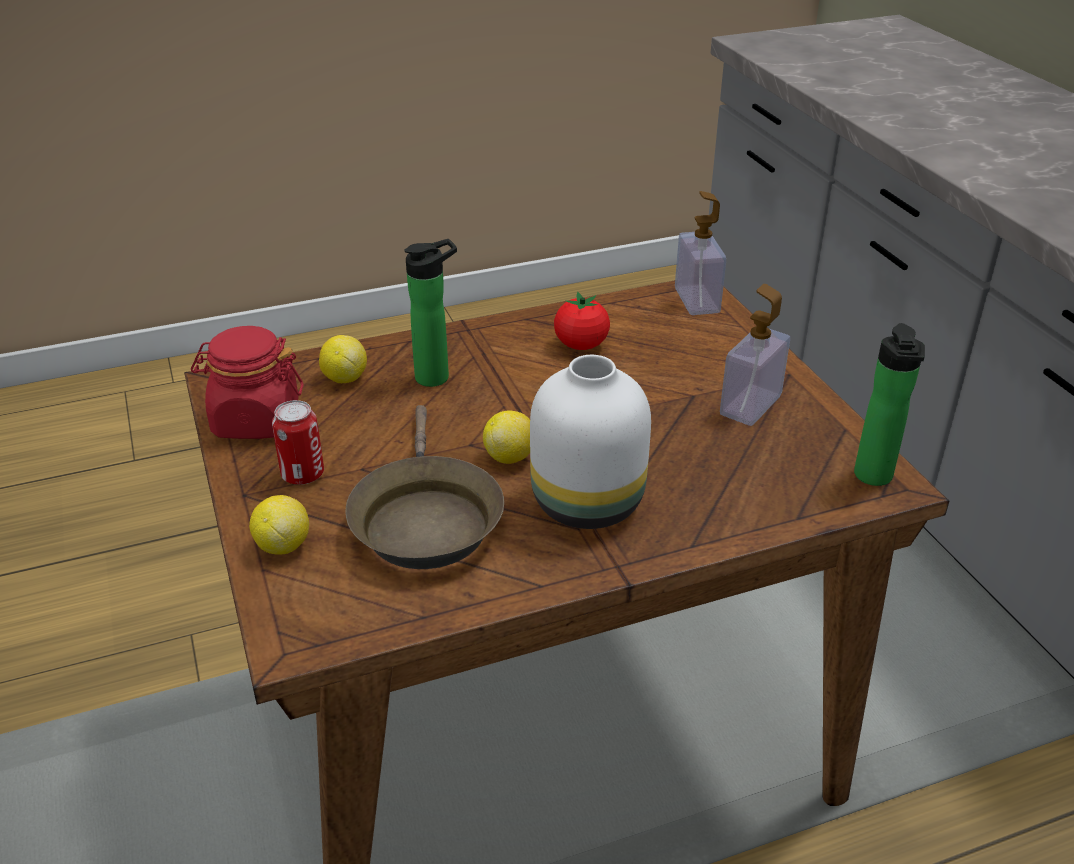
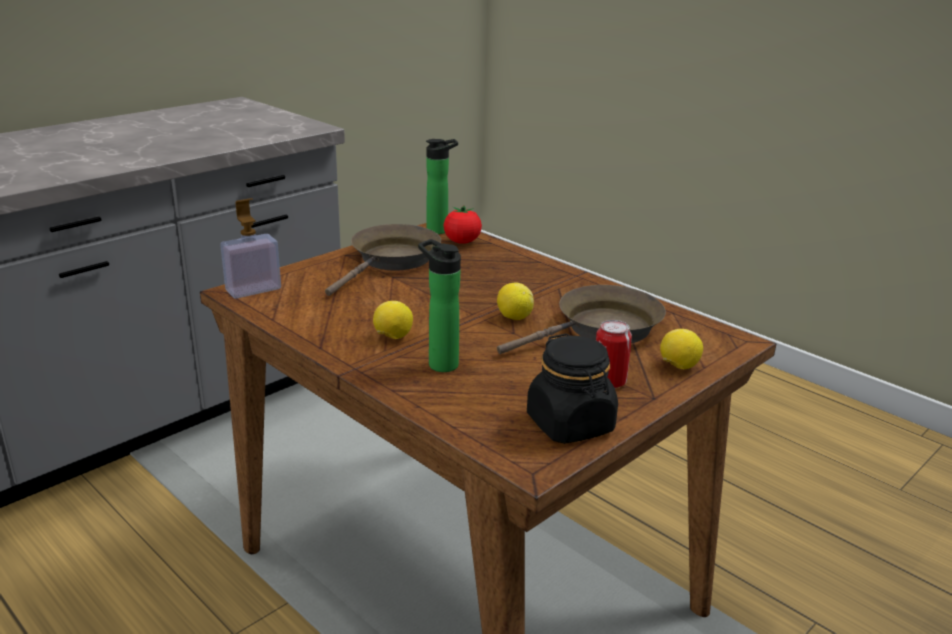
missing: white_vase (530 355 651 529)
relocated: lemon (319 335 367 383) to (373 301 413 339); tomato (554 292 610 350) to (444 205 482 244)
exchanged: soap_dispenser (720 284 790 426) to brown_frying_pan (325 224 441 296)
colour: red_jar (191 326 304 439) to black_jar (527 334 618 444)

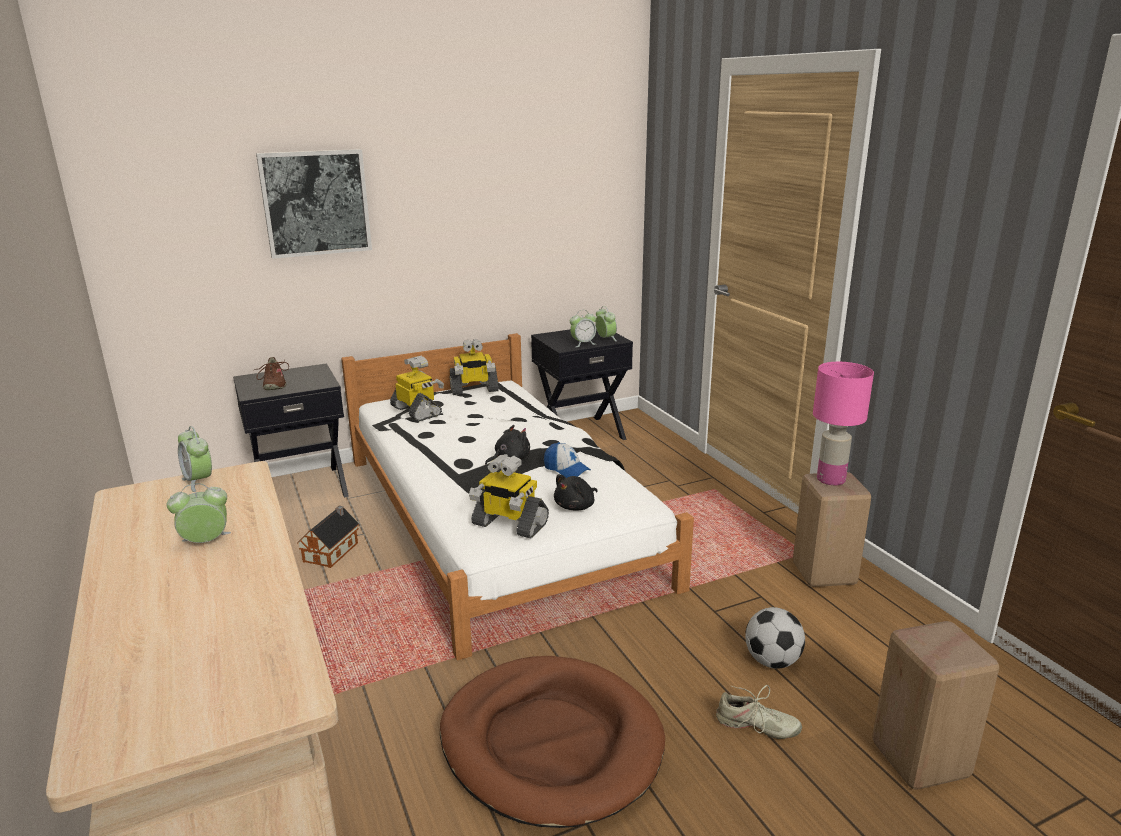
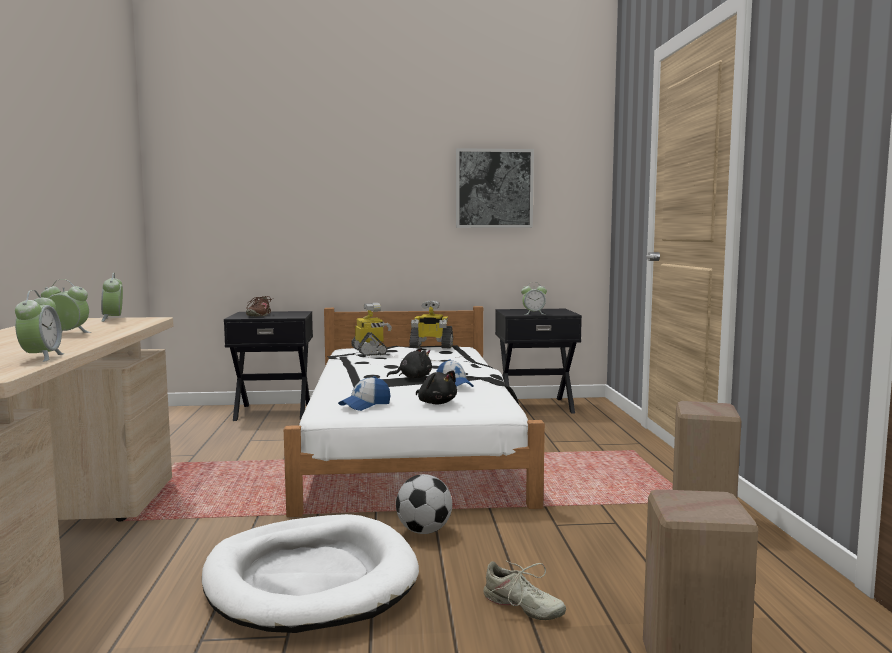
missing: toy_house (298 506 359 568); pink_table_lamp (813 362 874 485)
relocated: alarm_clock (595 306 617 341) to (15 290 65 362); football (745 607 805 669) to (396 474 452 534); picture (256 149 372 259) to (456 148 534 228)
exchanged: toy_robot (469 454 549 538) to cap (338 376 391 411)
colour: brown_dog_bed (440 656 665 828) to white_dog_bed (202 514 419 633)
spun: black_plush_toy (554 474 598 511) = (416 370 457 404) 105 degrees counterclockwise

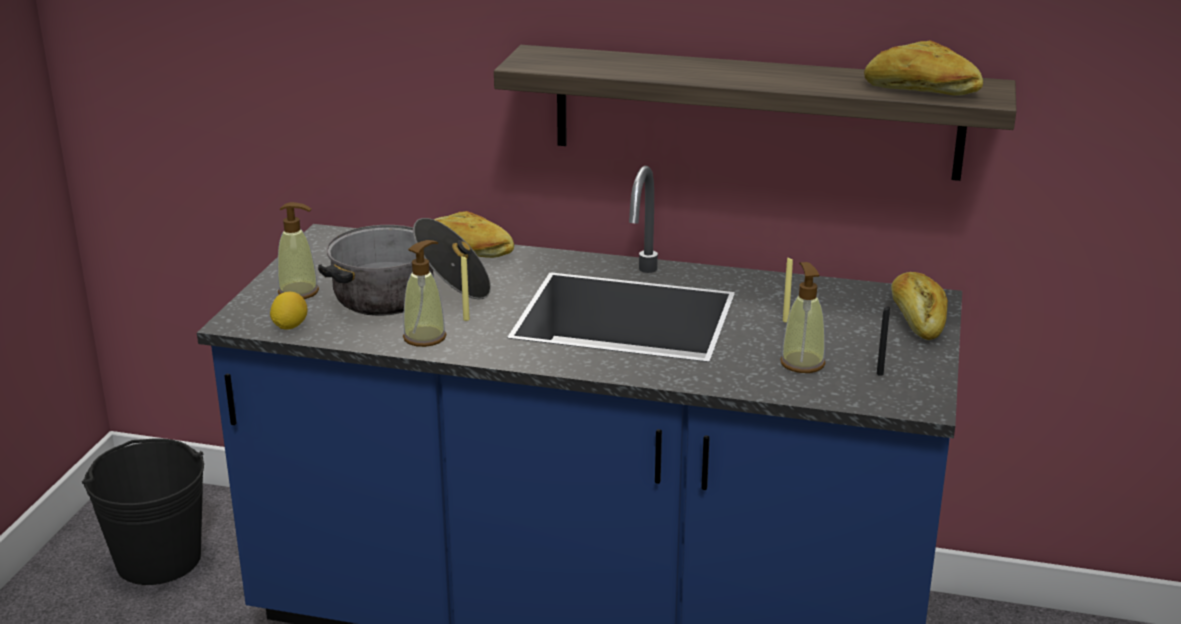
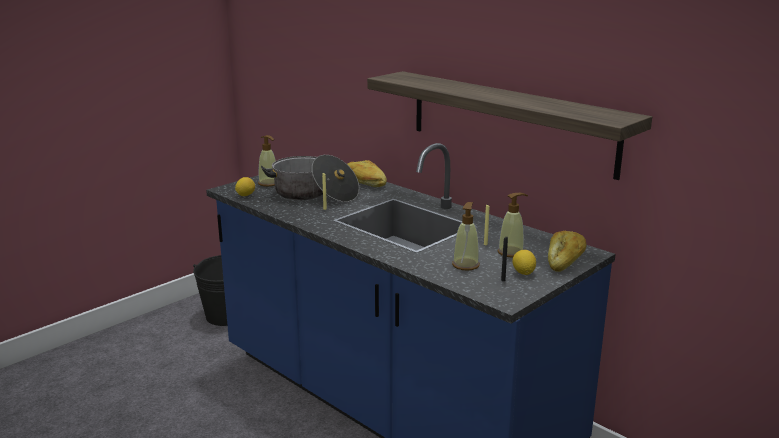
missing: bread (864 40 983 95)
appeared: lemon (512 250 536 275)
relocated: soap_dispenser (403 240 446 347) to (498 193 528 257)

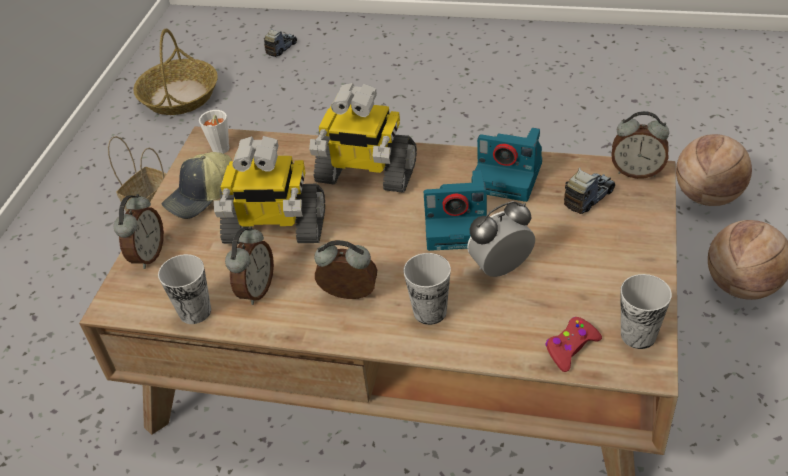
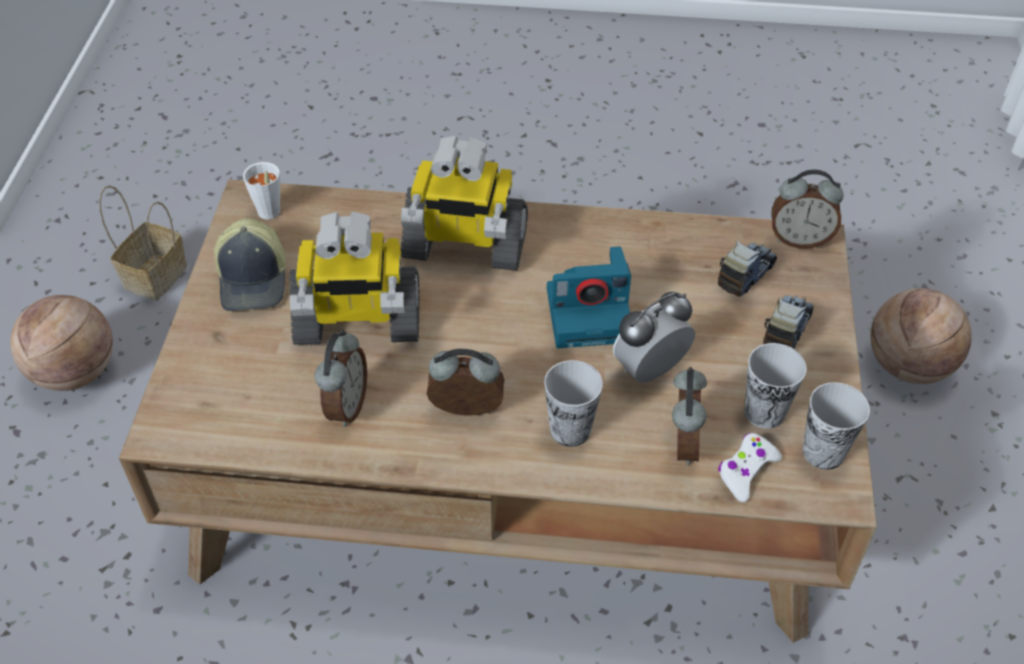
missing: basket (133 29 218 115); photo_camera (471 128 542 202)
relocated: basketball (676 134 752 206) to (10 295 113 391); alarm_clock (114 194 164 269) to (672 367 707 466); cup (158 254 211 324) to (744 343 807 429); toy_truck (264 28 297 57) to (763 295 814 349)
colour: red_game_controller (545 317 602 372) to white_game_controller (718 433 782 502)
spun: cap (162 152 232 219) = (214 218 286 311) 45 degrees counterclockwise

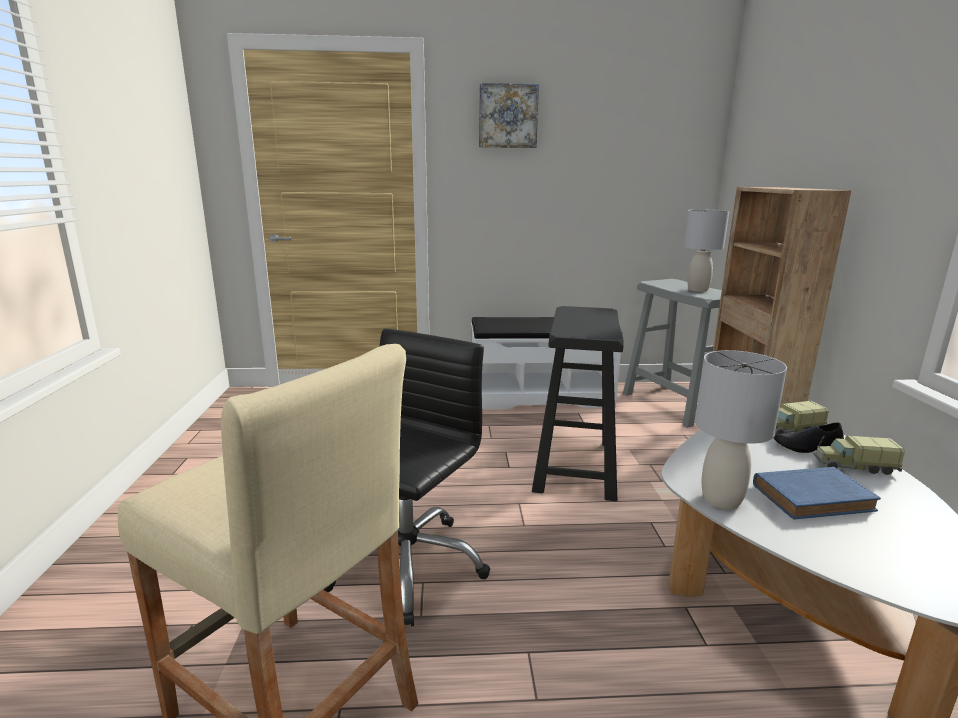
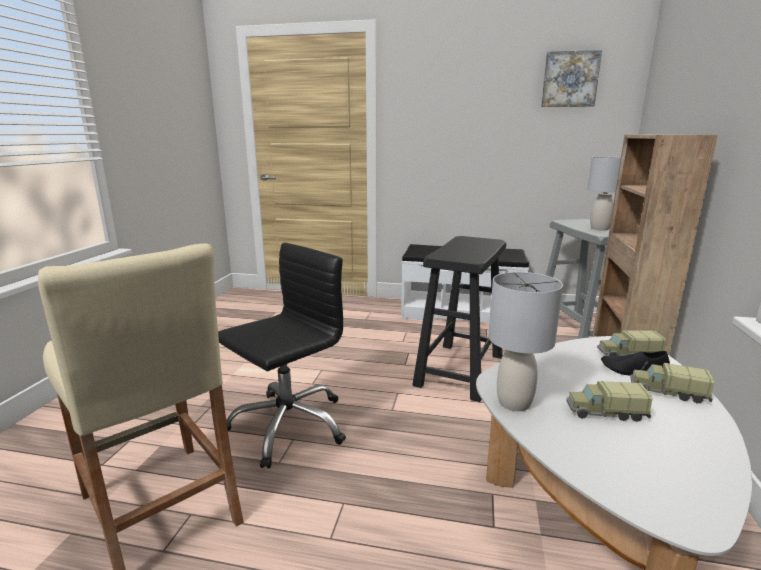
relocated: picture (479 83 539 148) to (541 50 602 107)
exchanged: blue_book (753 467 881 519) to toy_truck (566 381 652 422)

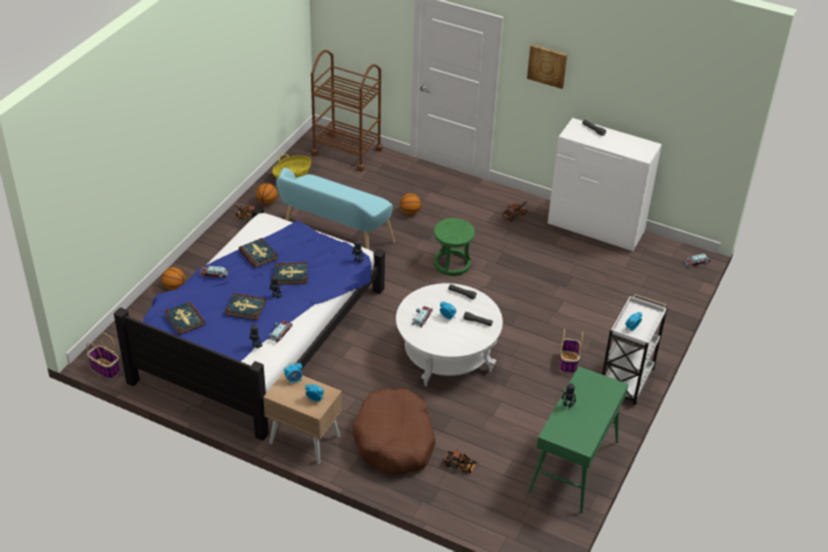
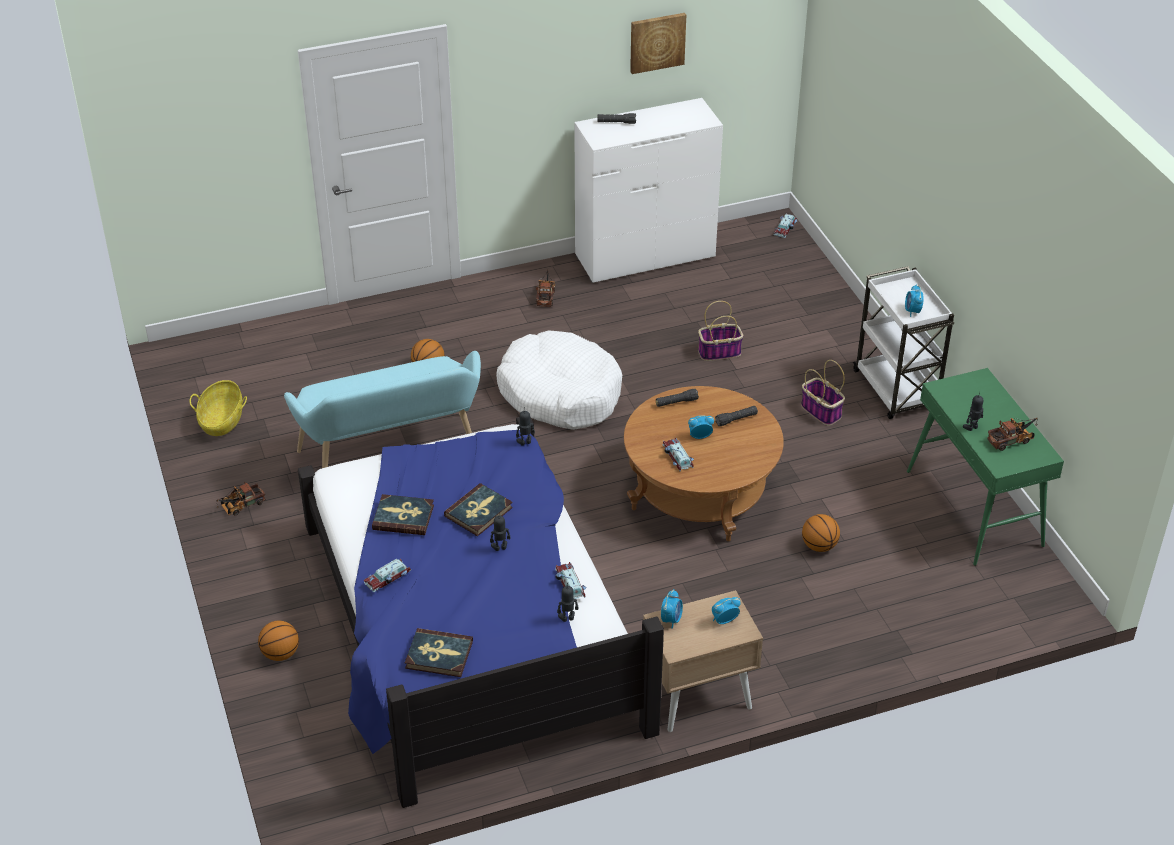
missing: book (225 293 266 320); brown_cart (311 50 383 172); brown_dog_bed (353 388 436 475)
relocated: picture (527 44 567 89) to (630 13 686 74); basket (86 333 120 379) to (698 301 743 361); basketball (256 183 277 205) to (802 514 840 552); toy_truck (443 449 479 474) to (987 418 1038 451)
exchanged: green_stool (434 218 475 276) to white_dog_bed (496 330 622 430)
colour: white_coffee_table (396 283 503 386) to brown_coffee_table (624 386 784 541)

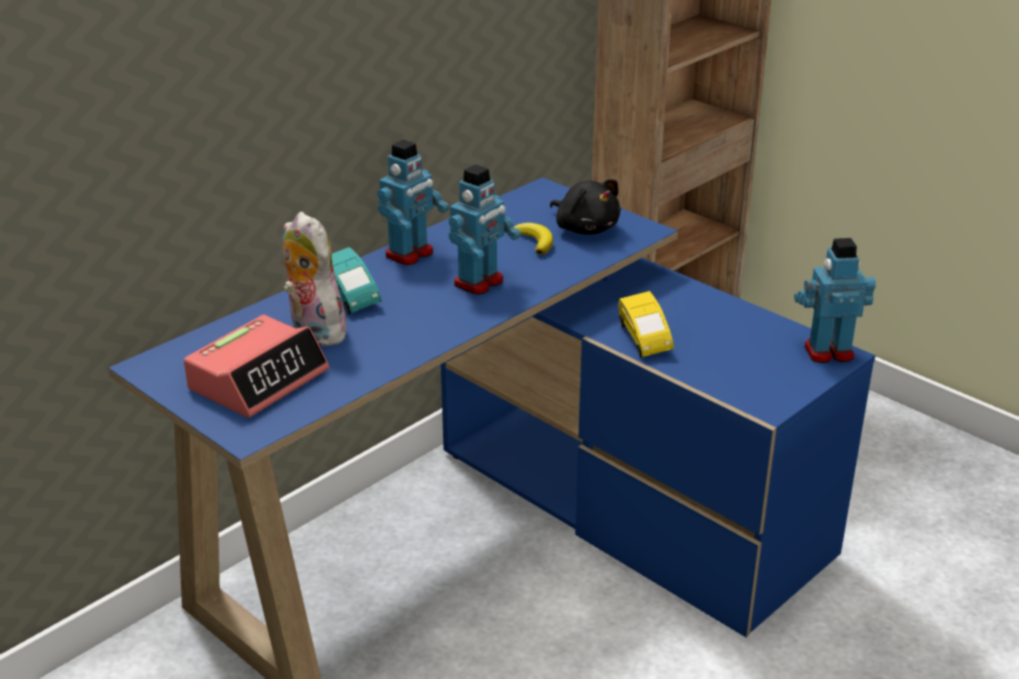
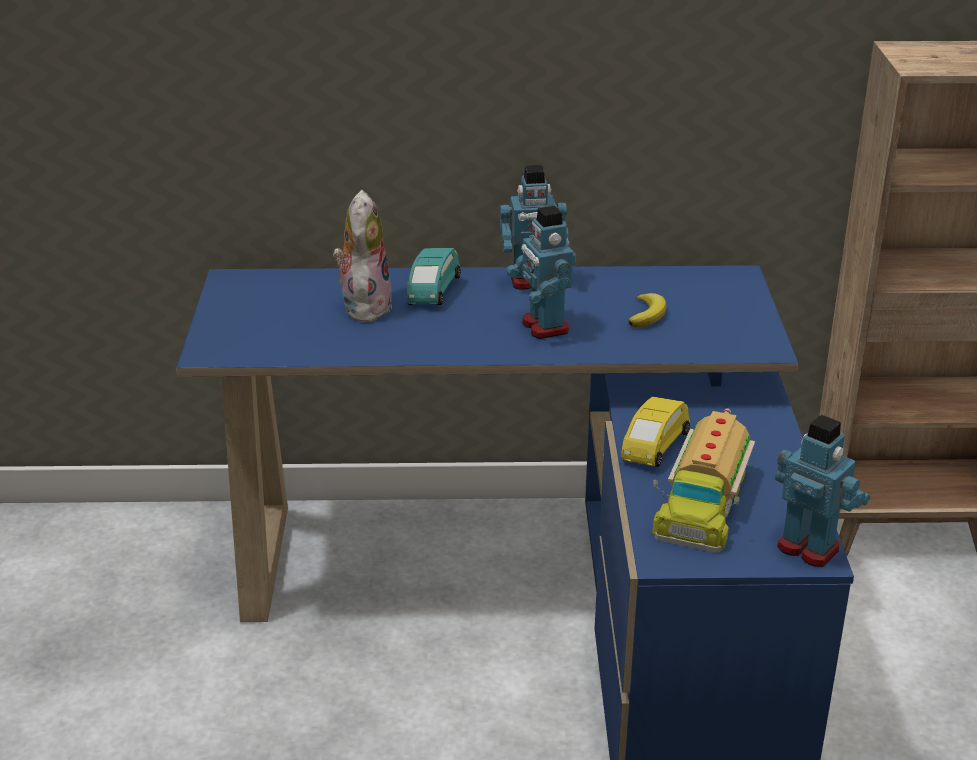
missing: alarm_clock (184 315 329 418); black_plush_toy (550 179 620 235)
appeared: toy_truck (652 408 755 553)
spun: toy_robot (449 164 521 295) = (506 206 576 339) 75 degrees clockwise

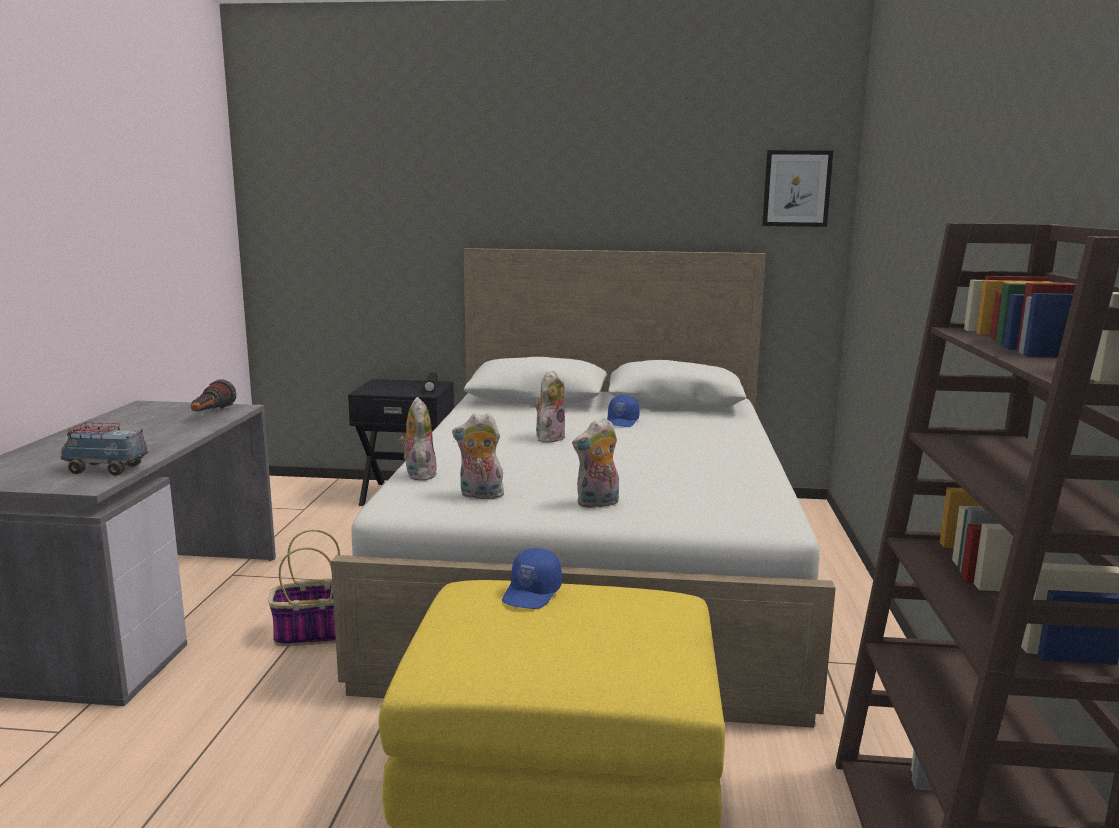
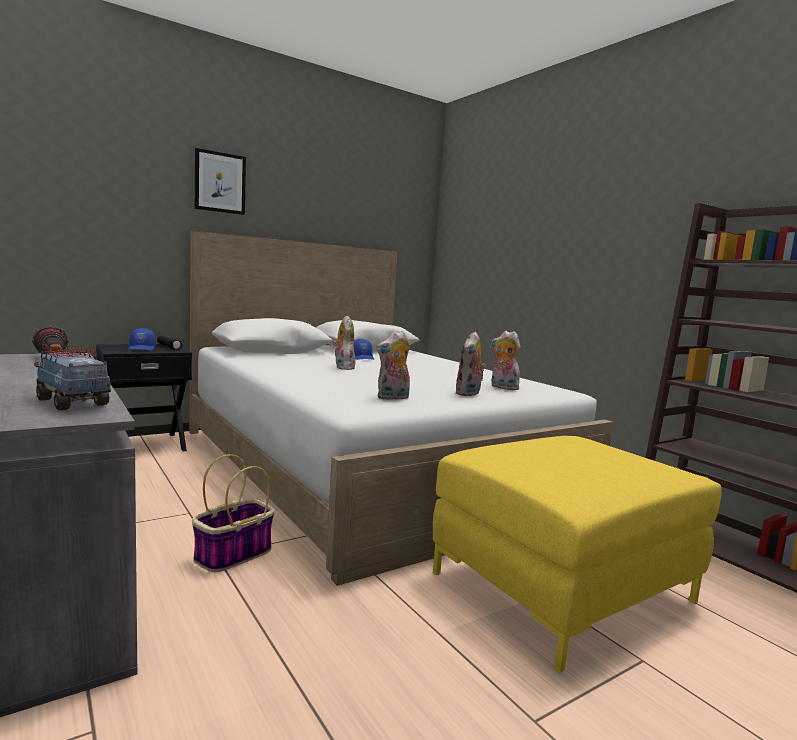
relocated: blue_cap (502 548 562 609) to (129 328 156 350); picture (762 150 833 227) to (195 148 246 215); plush_toy (399 397 437 481) to (491 331 520 390)
spun: toy_truck (60 423 148 476) = (34 346 111 410) 75 degrees clockwise

